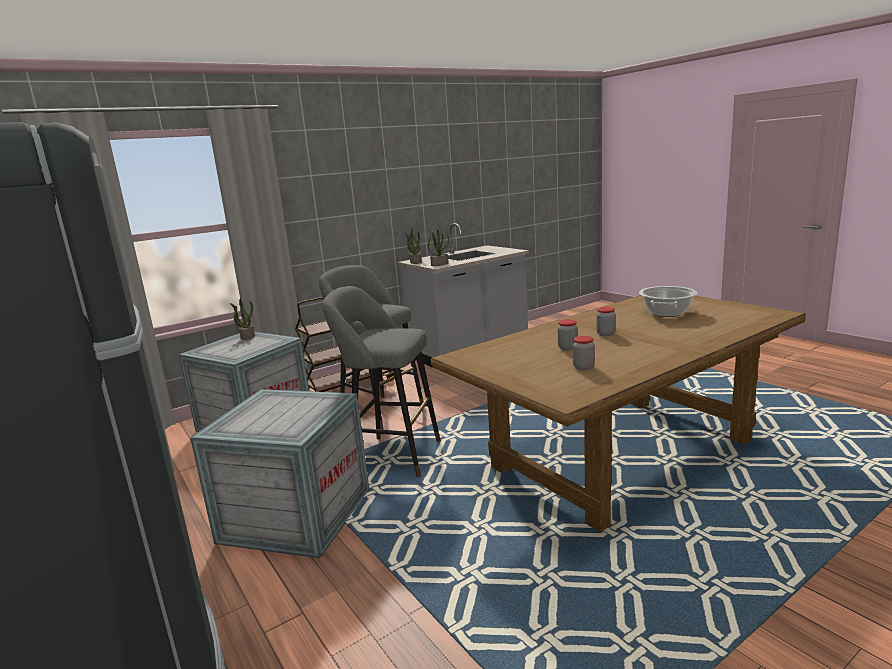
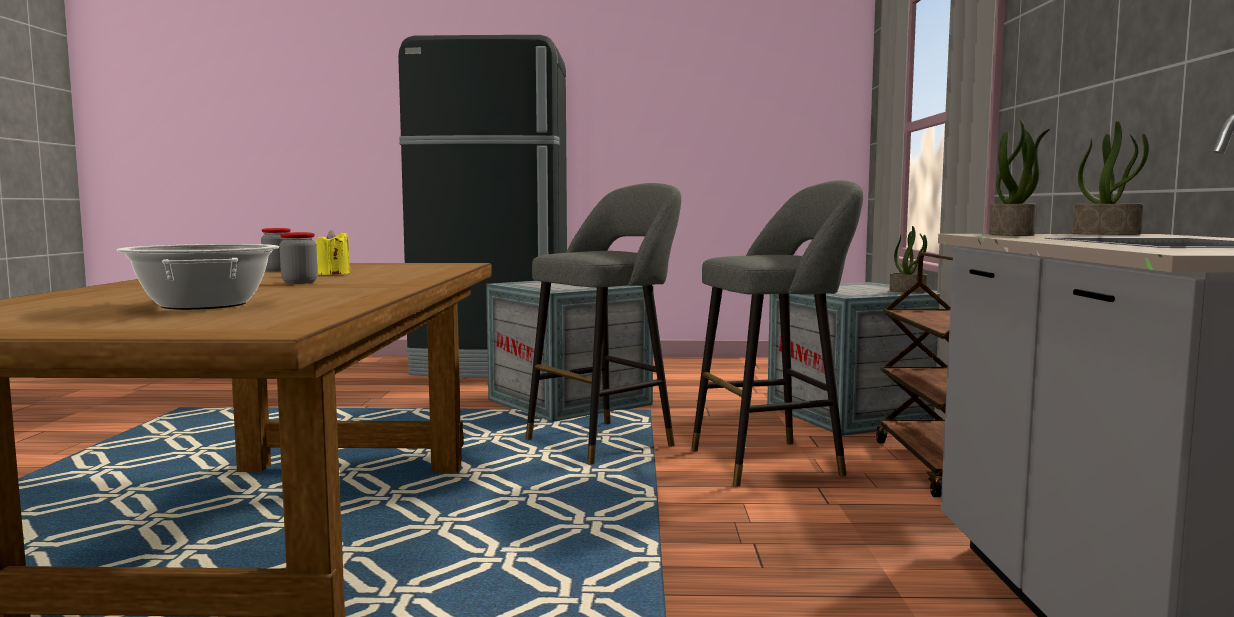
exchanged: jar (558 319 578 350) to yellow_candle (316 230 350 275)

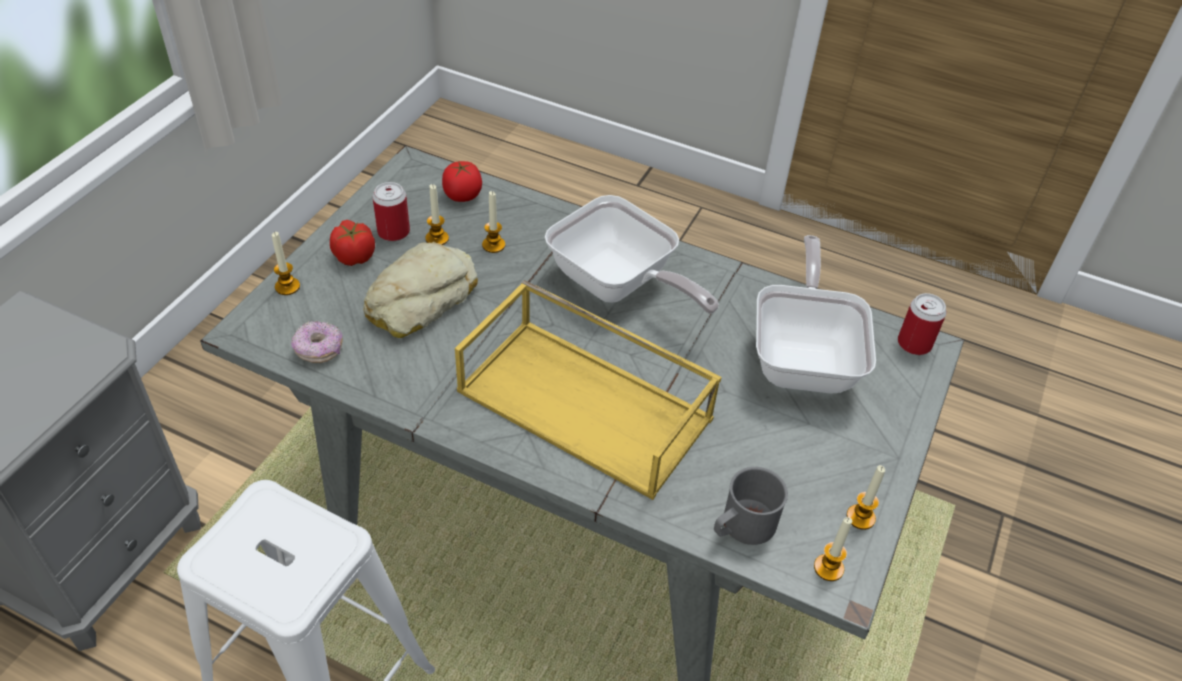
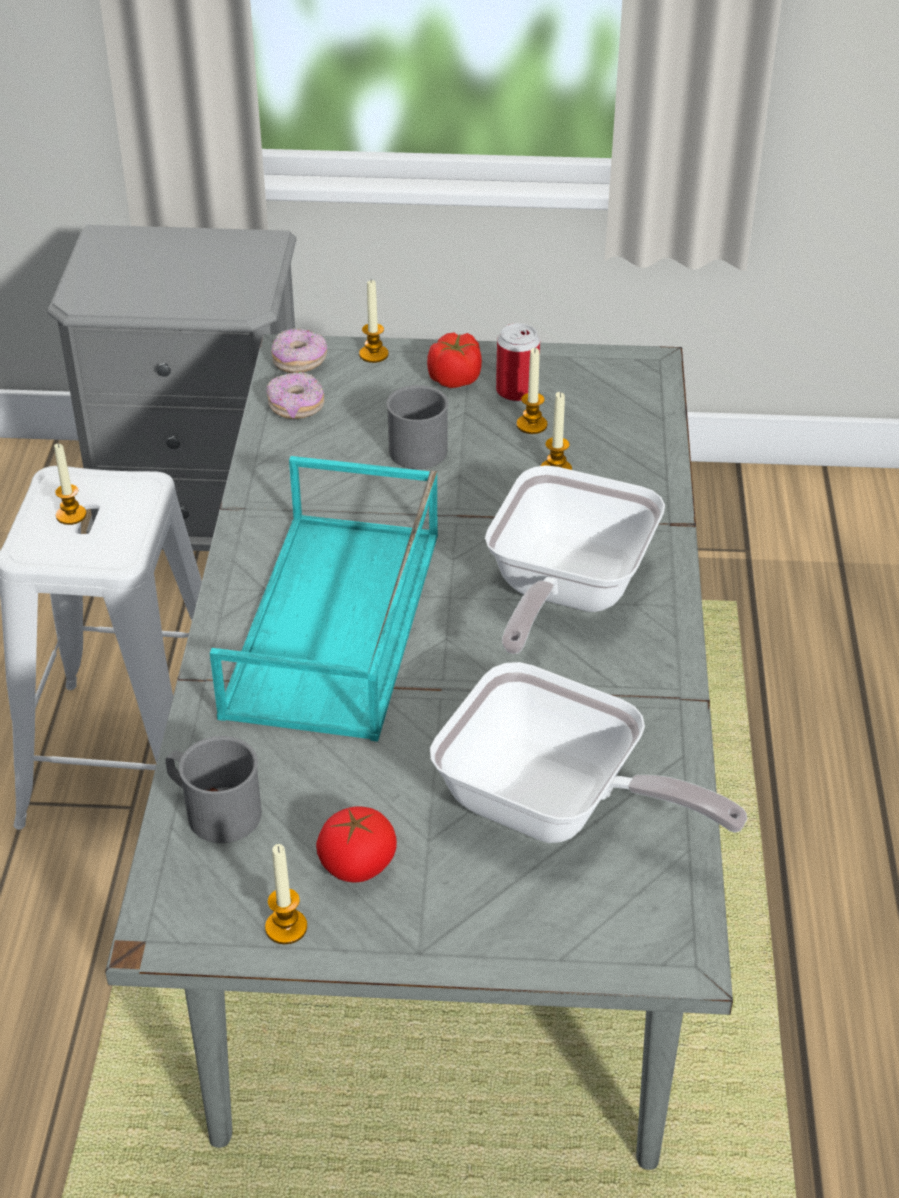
missing: can (898 293 947 355)
appeared: donut (271 329 327 373)
relocated: candle (814 517 853 581) to (54 444 87 525); tomato (442 161 482 202) to (316 806 397 883)
exchanged: bread (363 241 478 338) to grey_mug (386 385 449 469)
colour: yellow_tray (455 280 722 500) to turquoise_tray (210 456 438 742)
spun: frying_pan (756 235 876 393) = (430 662 747 843) 45 degrees clockwise

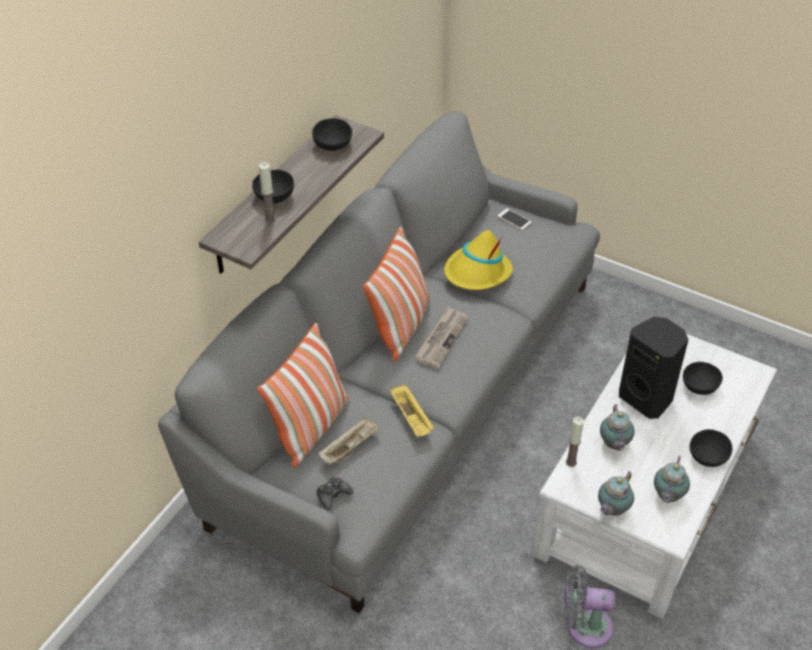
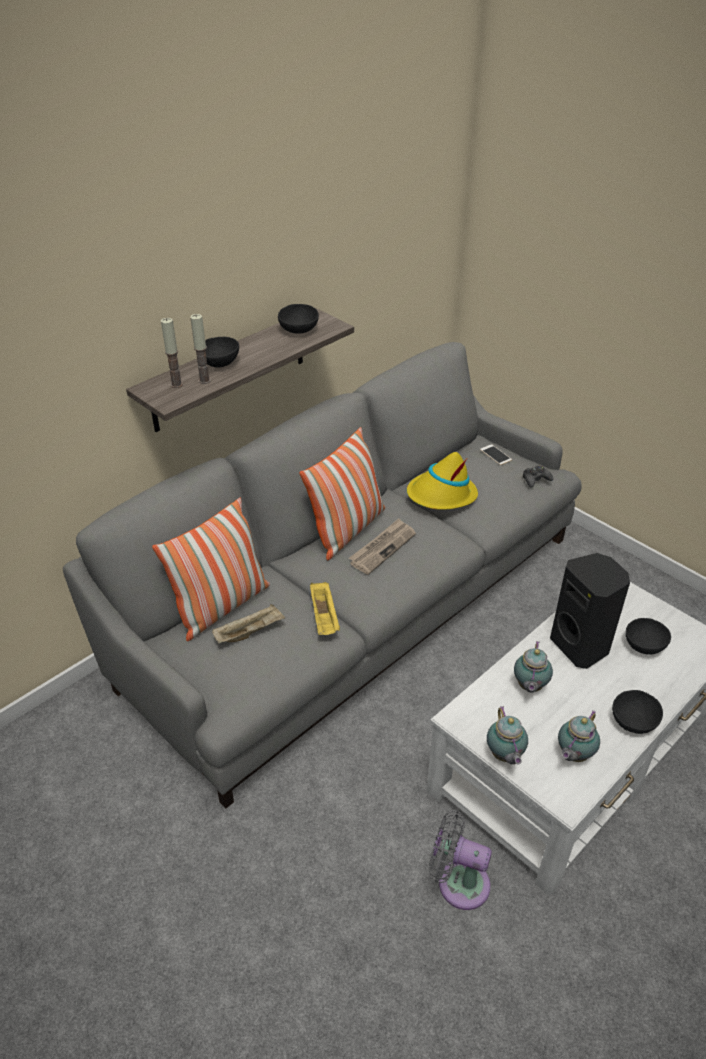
relocated: candle (566 417 584 467) to (161 318 183 388); black_game_controller (317 477 353 510) to (523 465 553 488)
spun: teapot (598 471 634 516) = (487 706 528 764) 60 degrees counterclockwise

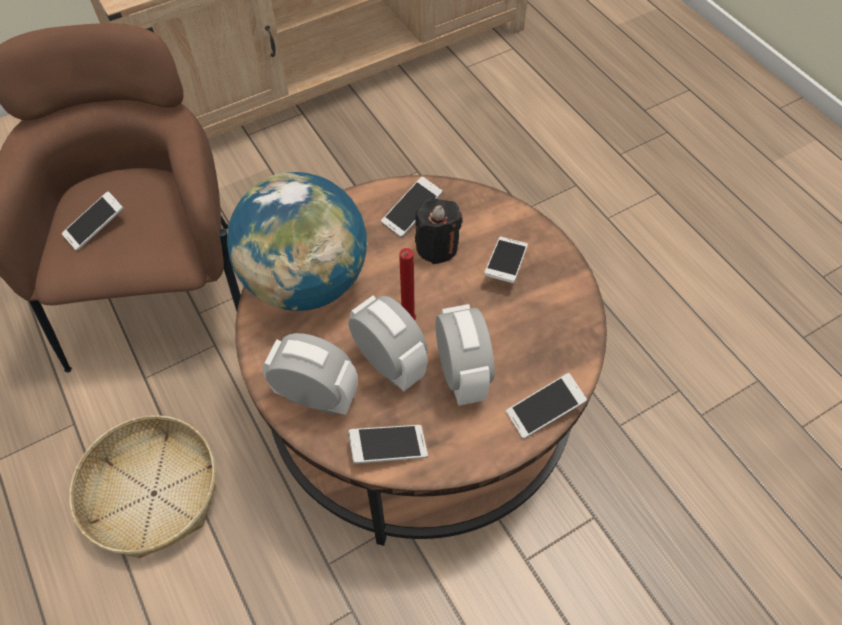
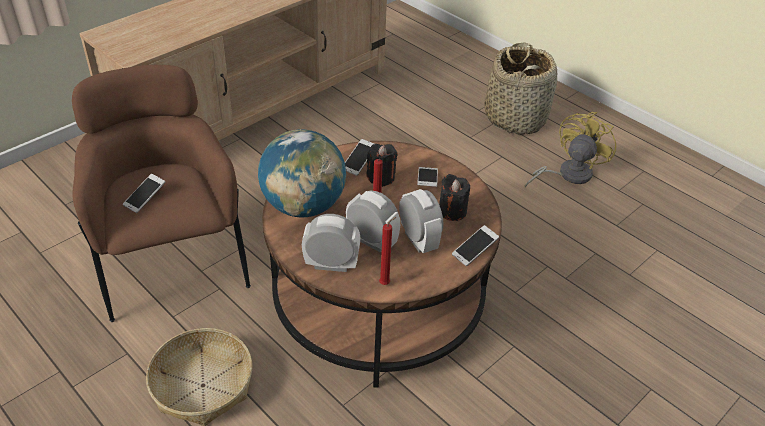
appeared: black_candle (439 174 470 221); basket (485 42 557 135); yellow_fan (525 112 616 188)
exchanged: phone (348 425 428 464) to red_candle (379 217 396 285)

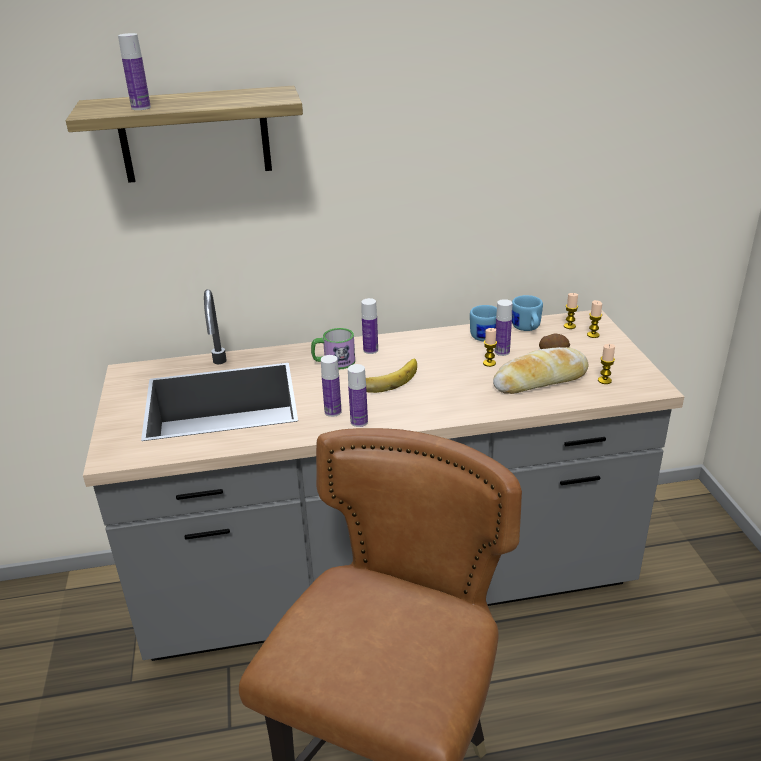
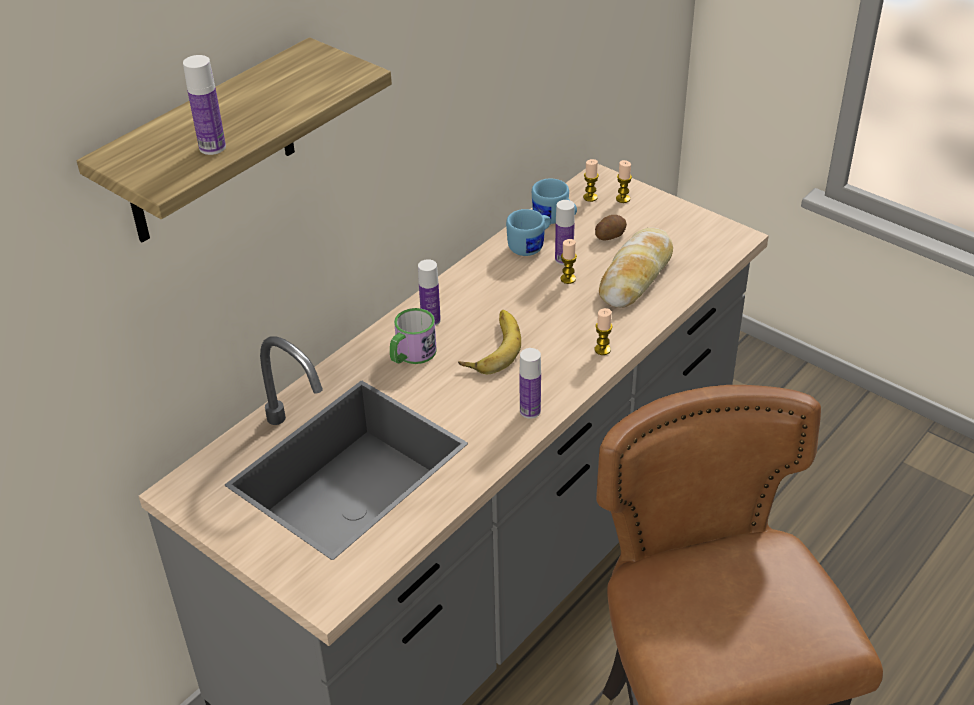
missing: bottle (321 355 342 417)
relocated: candle (598 344 615 384) to (595 308 612 355)

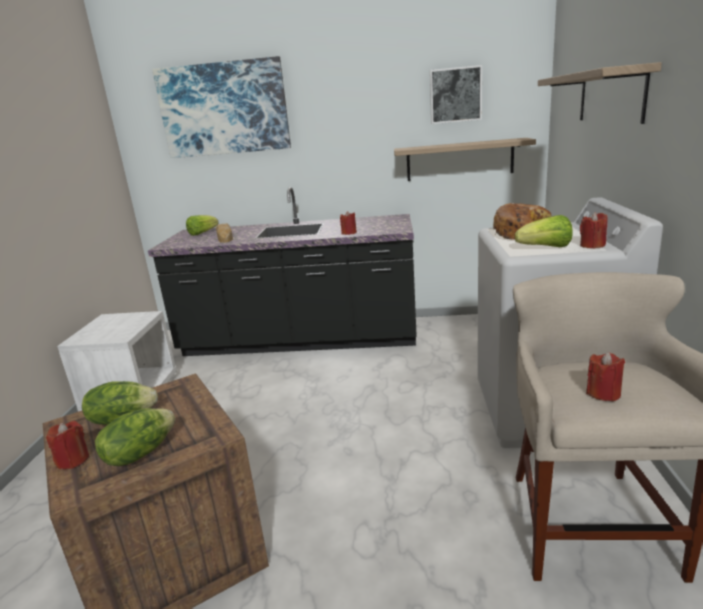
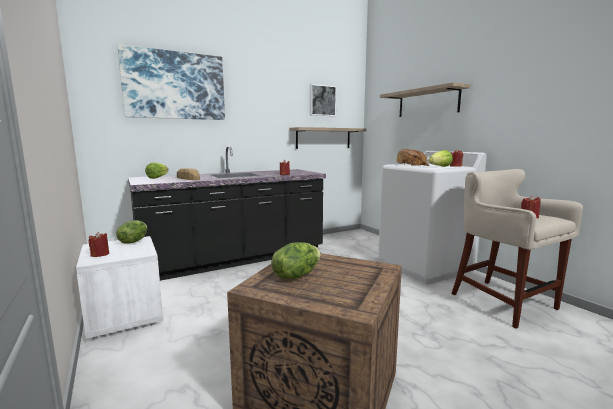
relocated: red_candle (46 421 89 470) to (89 232 109 257); lettuce (95 408 175 466) to (116 220 147 244)

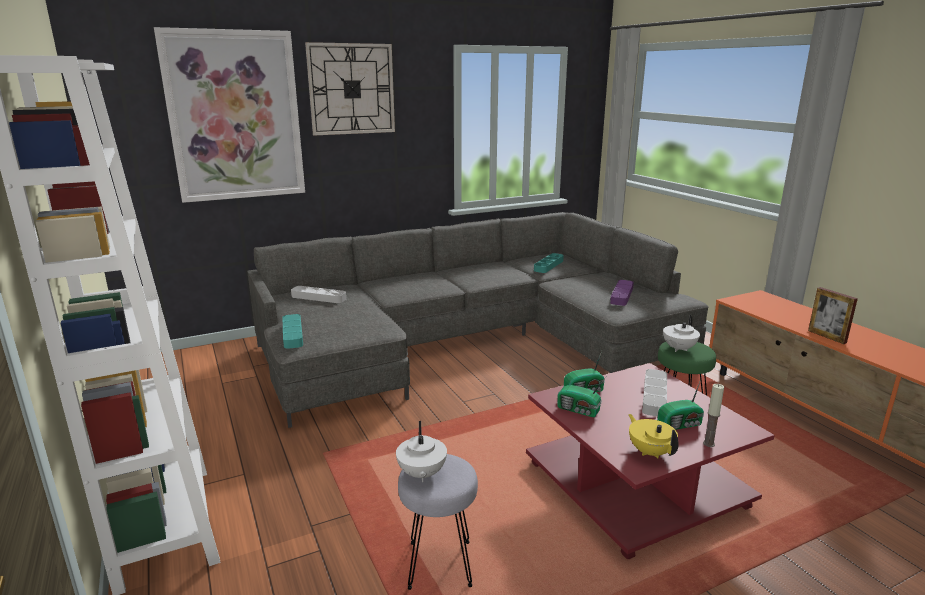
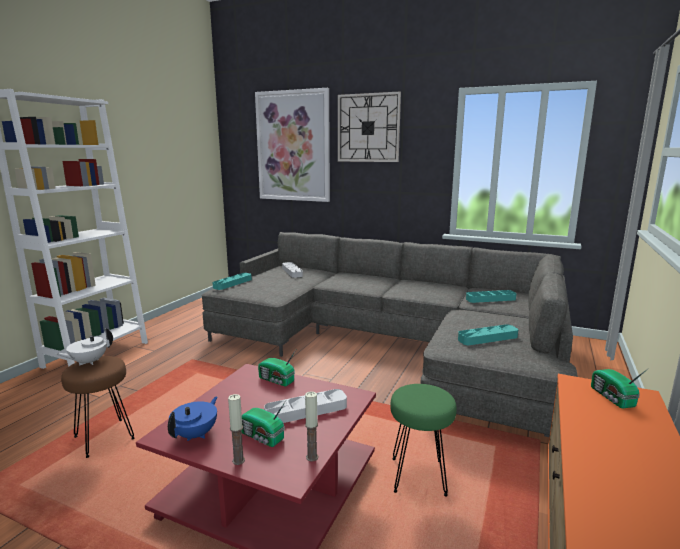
missing: white_teapot (663 315 700 352); picture_frame (808 287 858 344)
appeared: candle (305 391 318 461)
relocated: radio (557 377 606 417) to (591 369 648 408)
colour: grey_stool (398 454 478 590) to brown_stool (61 356 135 458); yellow_teapot (628 414 679 458) to blue_teapot (168 397 217 441); purple_tray (610 280 634 306) to turquoise_tray (458 324 518 345)

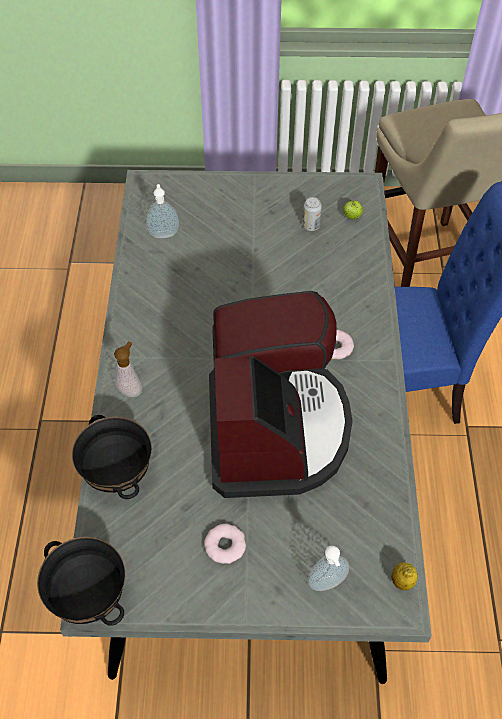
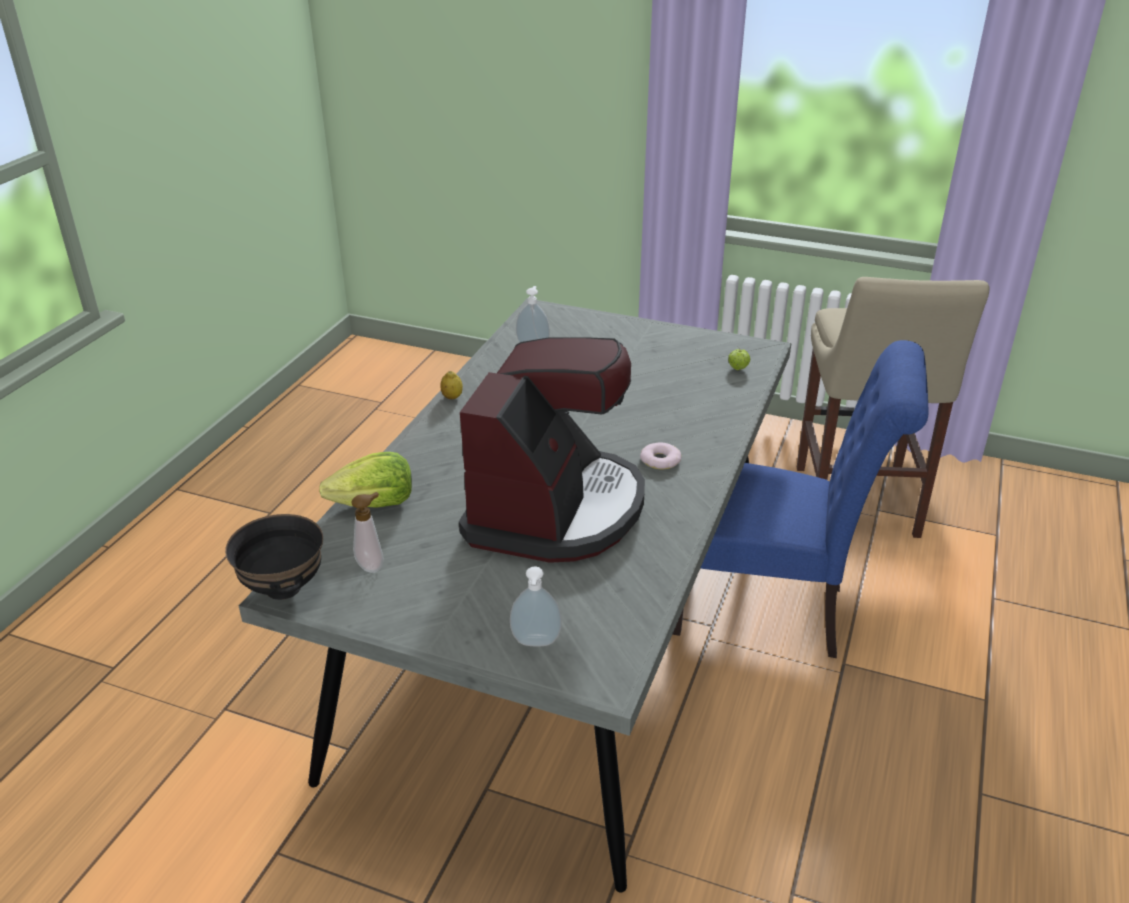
missing: donut (204 524 246 564); can (303 197 322 231)
relocated: soap_dispenser (114 342 142 397) to (351 492 384 573); lemon (391 562 418 591) to (440 371 463 399)
exchanged: black_bowl (72 415 152 499) to lettuce (319 452 412 508)

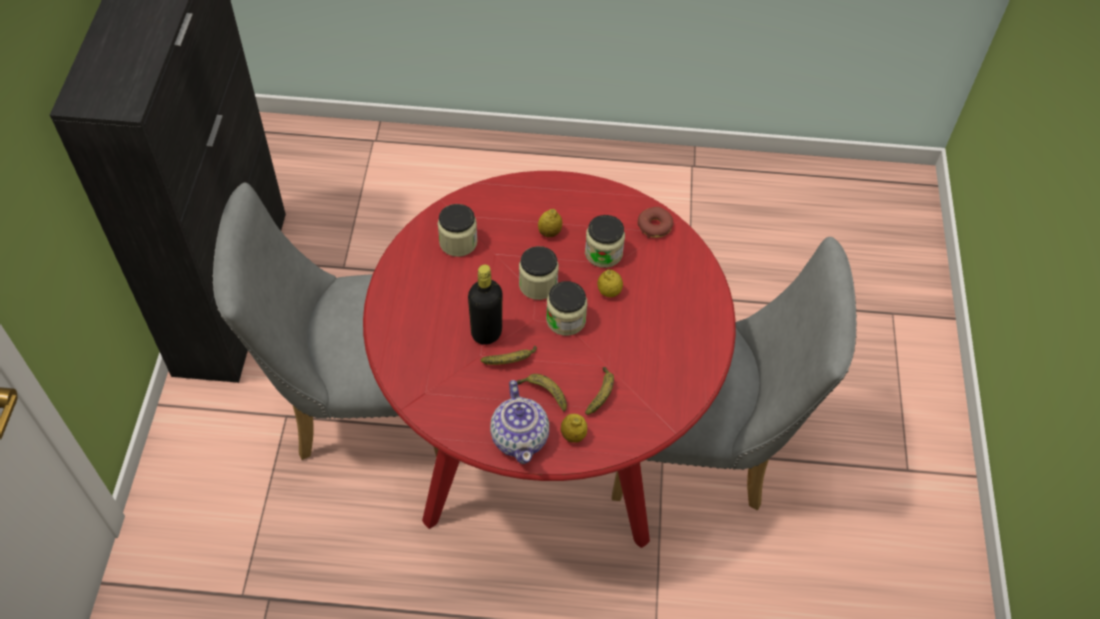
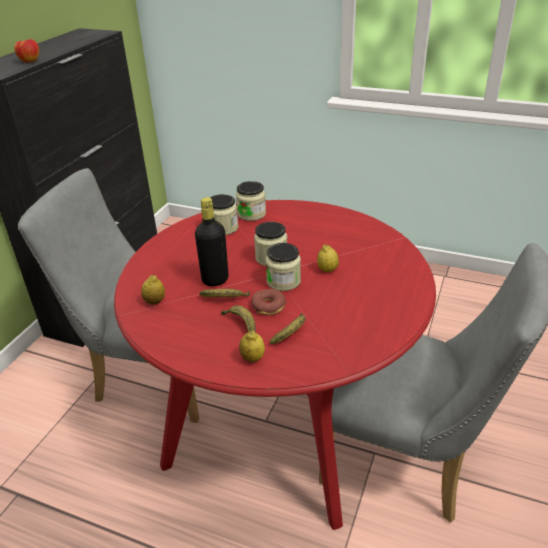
missing: teapot (490 380 549 464)
appeared: apple (14 39 39 63)
relocated: lemon (538 209 562 237) to (141 275 165 305); jar (585 215 625 268) to (236 181 266 221); donut (637 207 673 238) to (252 289 287 315)

